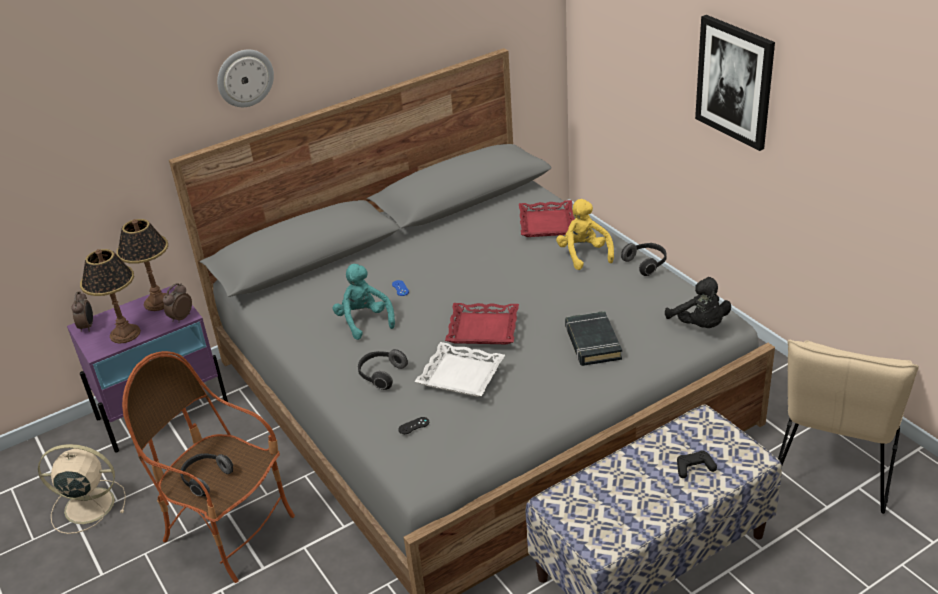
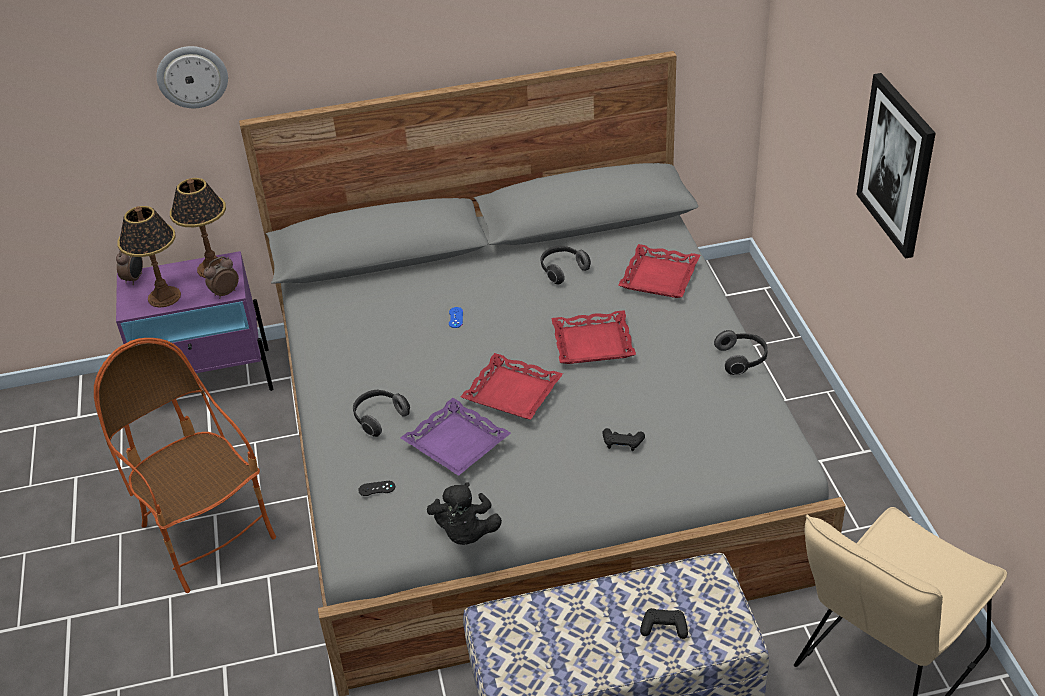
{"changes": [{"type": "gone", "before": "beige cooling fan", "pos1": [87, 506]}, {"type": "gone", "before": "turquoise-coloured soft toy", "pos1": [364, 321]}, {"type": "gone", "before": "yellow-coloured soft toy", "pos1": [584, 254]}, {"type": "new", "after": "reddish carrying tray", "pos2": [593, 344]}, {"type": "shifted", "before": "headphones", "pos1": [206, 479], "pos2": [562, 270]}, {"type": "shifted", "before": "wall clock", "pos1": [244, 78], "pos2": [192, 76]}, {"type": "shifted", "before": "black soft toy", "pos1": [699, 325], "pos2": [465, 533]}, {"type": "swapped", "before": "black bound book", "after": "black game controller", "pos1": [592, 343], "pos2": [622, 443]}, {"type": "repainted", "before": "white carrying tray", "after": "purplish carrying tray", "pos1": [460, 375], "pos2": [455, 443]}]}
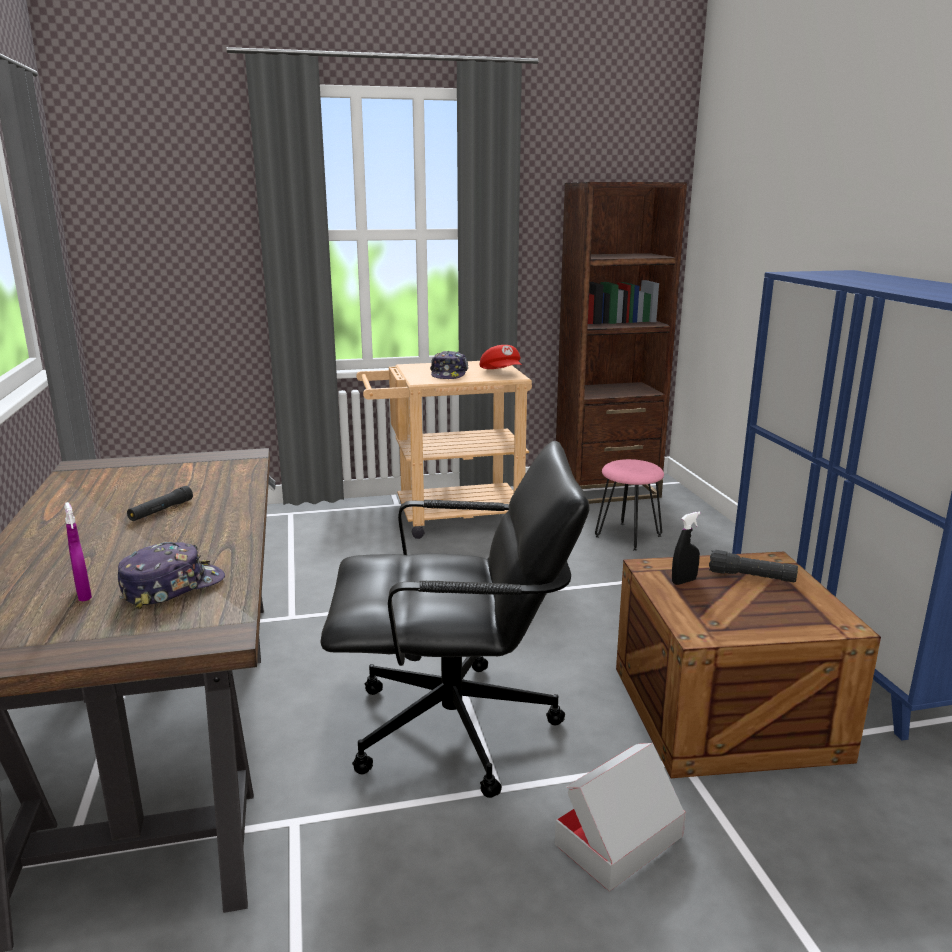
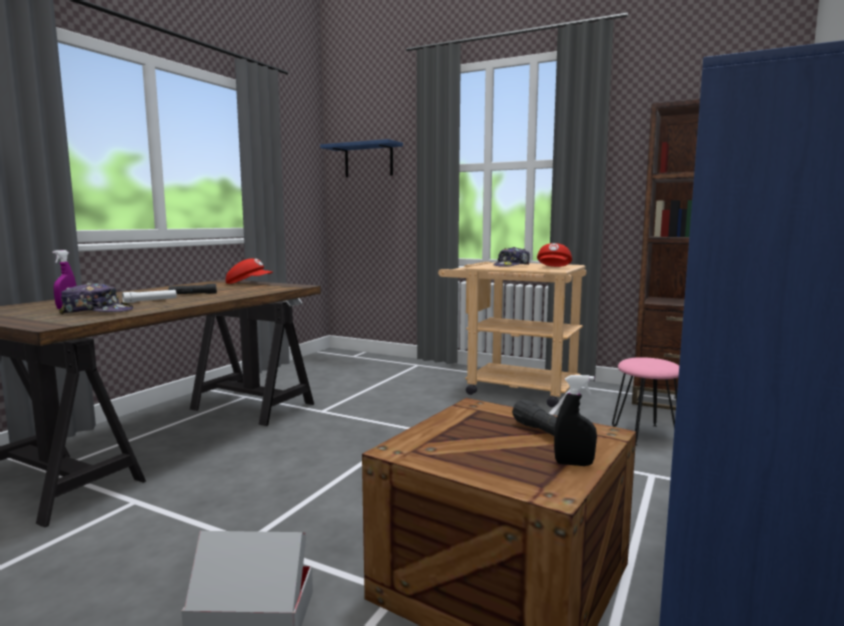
{"changes": [{"type": "gone", "before": "black computer chair", "pos1": [456, 729]}, {"type": "new", "after": "white hand torch", "pos2": [150, 301]}, {"type": "new", "after": "reddish peaked cap", "pos2": [249, 284]}, {"type": "new", "after": "blue-coloured wall shelf", "pos2": [368, 160]}, {"type": "shifted", "before": "black hand sprayer", "pos1": [684, 581], "pos2": [574, 464]}]}
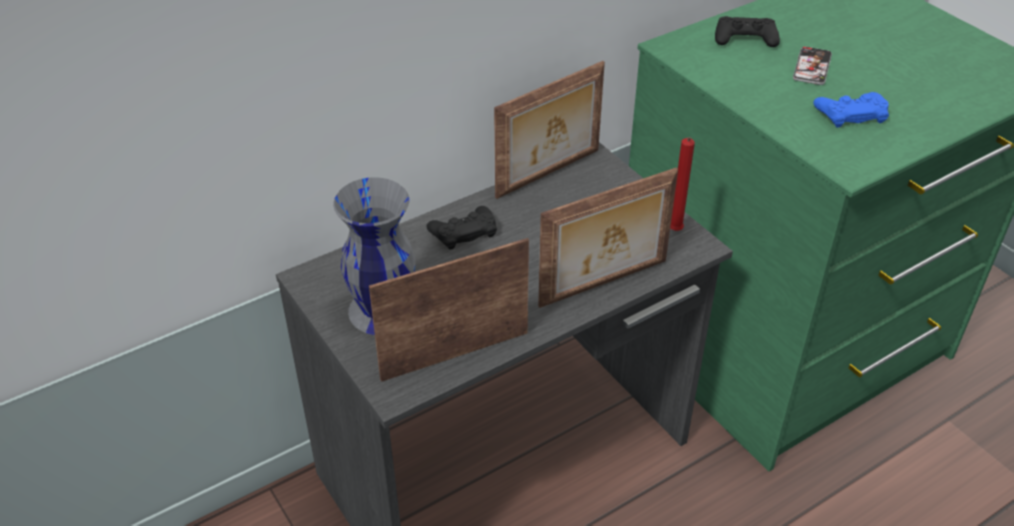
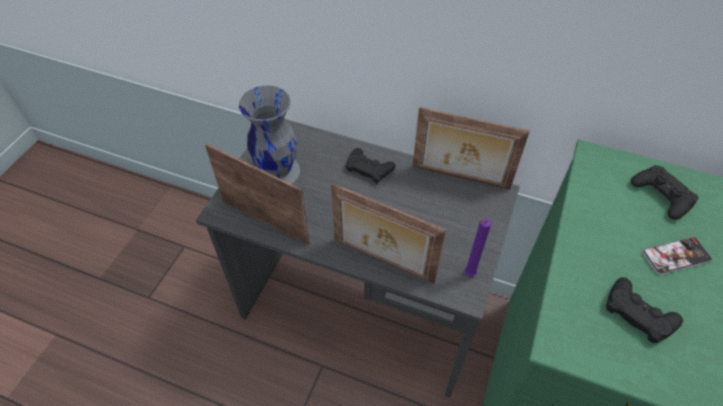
{"changes": [{"type": "repainted", "before": "reddish candle", "after": "purplish candle", "pos1": [674, 232], "pos2": [468, 274]}, {"type": "repainted", "before": "blue-coloured game controller", "after": "black game controller", "pos1": [851, 114], "pos2": [638, 313]}]}
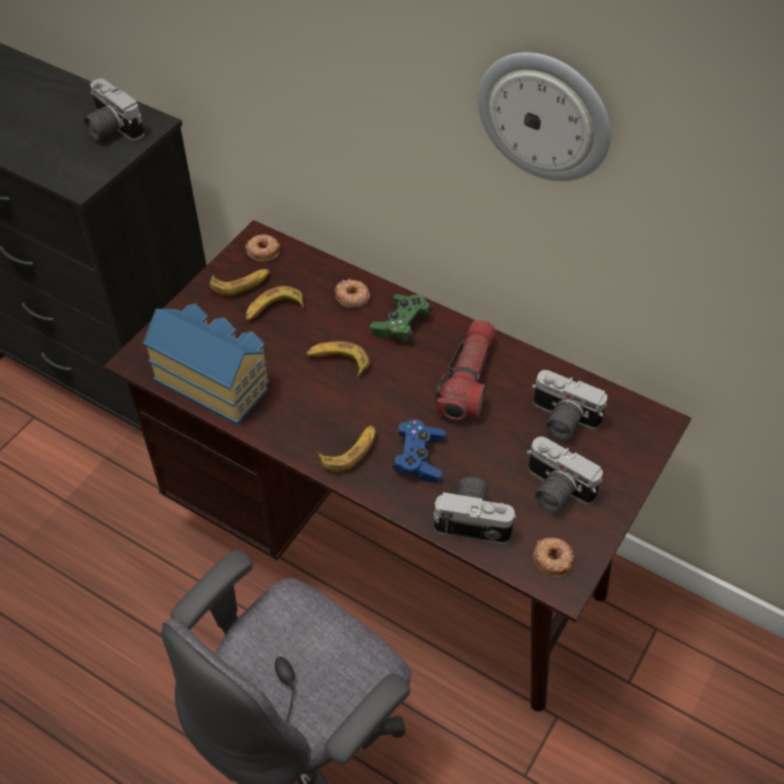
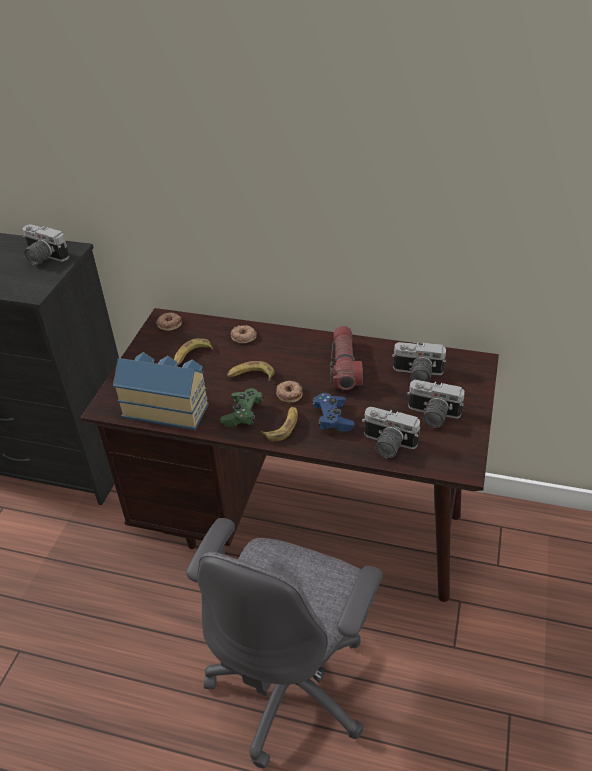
{"changes": [{"type": "gone", "before": "whole banana", "pos1": [241, 284]}, {"type": "gone", "before": "wall clock", "pos1": [545, 116]}, {"type": "shifted", "before": "green-coloured game controller", "pos1": [401, 325], "pos2": [243, 414]}, {"type": "shifted", "before": "doughnut", "pos1": [553, 559], "pos2": [289, 393]}, {"type": "rotated", "before": "still camera", "pos1": [474, 518], "pos2": [387, 445], "turn": -150}]}
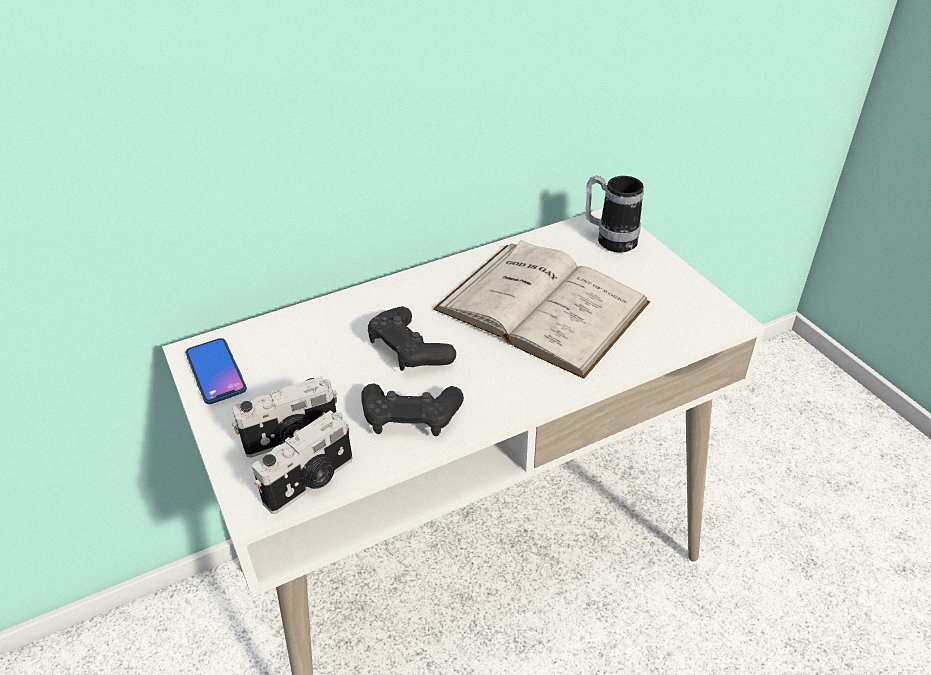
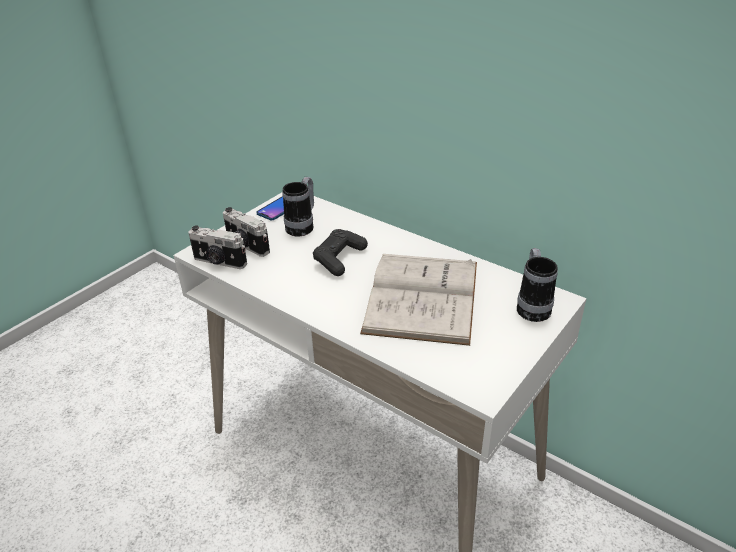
{"changes": [{"type": "gone", "before": "black game controller", "pos1": [411, 418]}, {"type": "new", "after": "tea mug", "pos2": [303, 226]}]}
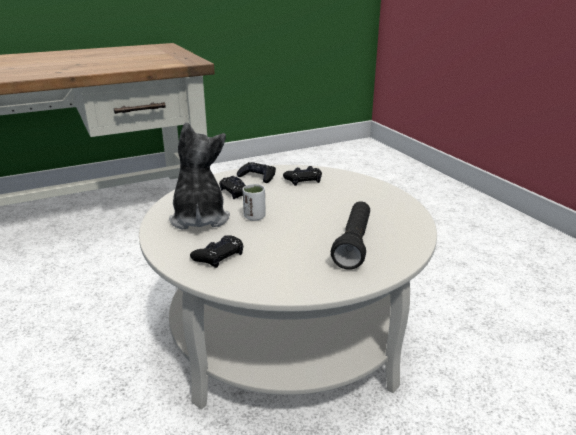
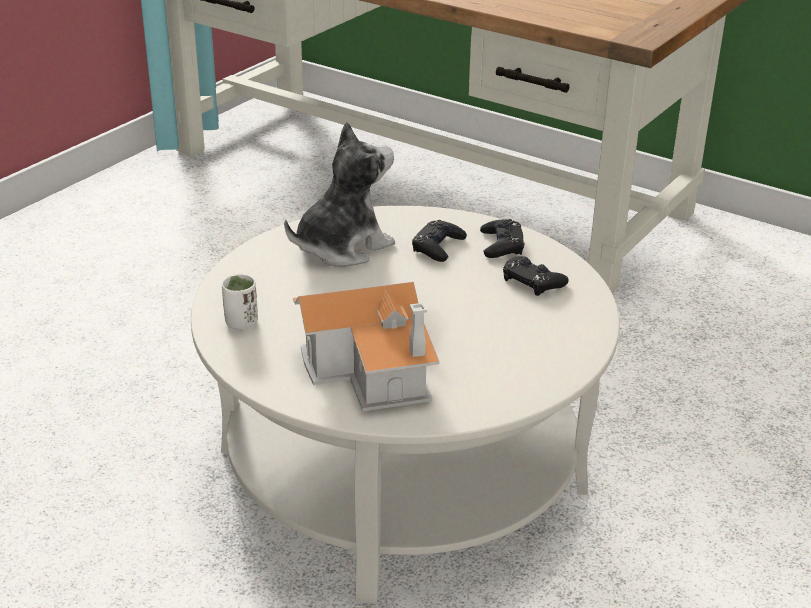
{"changes": [{"type": "gone", "before": "black game controller", "pos1": [218, 255]}, {"type": "shifted", "before": "white drinking cup", "pos1": [254, 217], "pos2": [241, 323]}, {"type": "swapped", "before": "black hand torch", "after": "model house", "pos1": [353, 244], "pos2": [373, 369]}]}
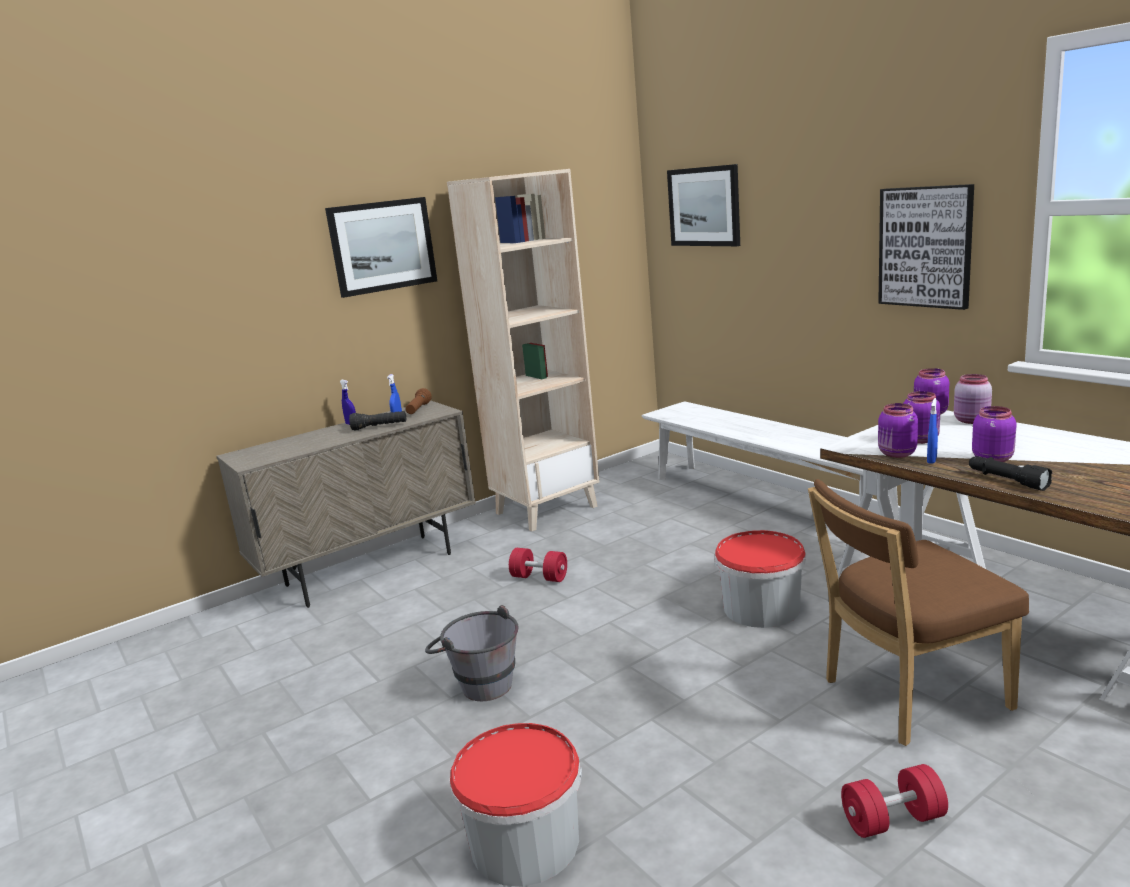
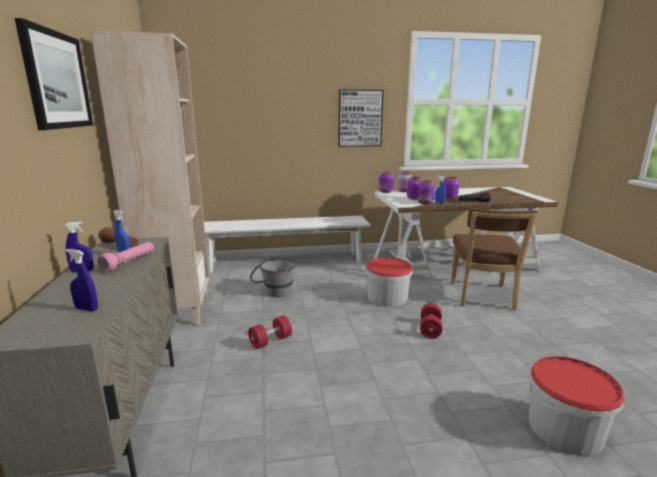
{"changes": [{"type": "gone", "before": "wall picture", "pos1": [704, 206]}, {"type": "new", "after": "blue-coloured hand sprayer", "pos2": [86, 309]}, {"type": "shifted", "before": "gray water bucket", "pos1": [479, 683], "pos2": [273, 293]}, {"type": "shifted", "before": "reddish free weight", "pos1": [893, 820], "pos2": [430, 329]}, {"type": "repainted", "before": "black hand torch", "after": "pink hand torch", "pos1": [379, 427], "pos2": [129, 263]}]}
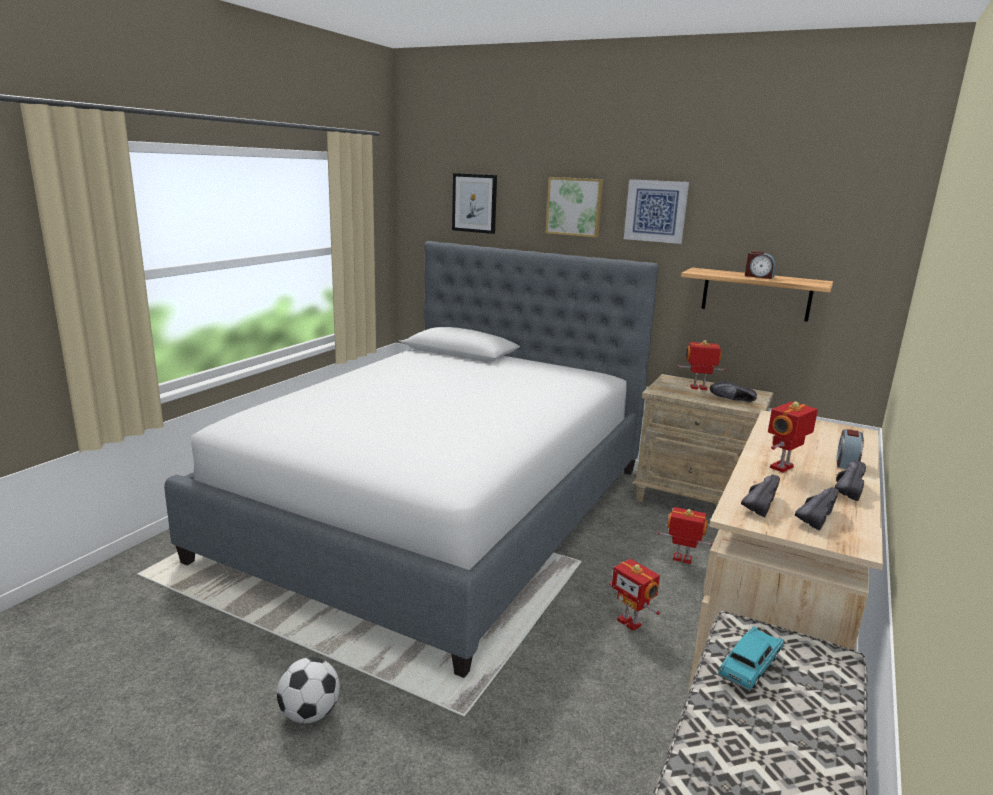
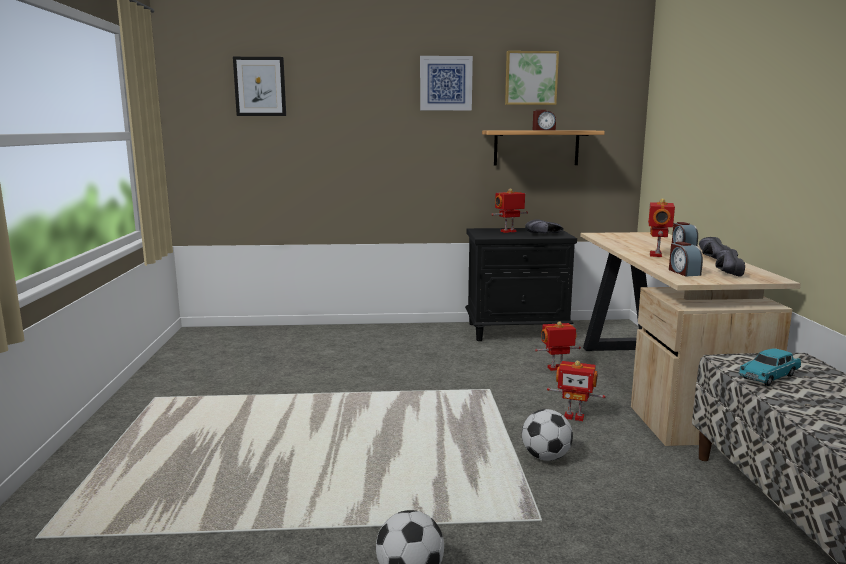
{"changes": [{"type": "gone", "before": "bedroom bed", "pos1": [441, 510]}, {"type": "new", "after": "football ball", "pos2": [546, 457]}, {"type": "shifted", "before": "wall picture", "pos1": [574, 206], "pos2": [530, 78]}, {"type": "swapped", "before": "black shoe", "after": "table clock", "pos1": [757, 503], "pos2": [683, 272]}, {"type": "repainted", "before": "beige bedside table", "after": "black bedside table", "pos1": [694, 500], "pos2": [517, 331]}, {"type": "rotated", "before": "turquoise-coloured model car", "pos1": [749, 667], "pos2": [769, 377], "turn": -135}]}
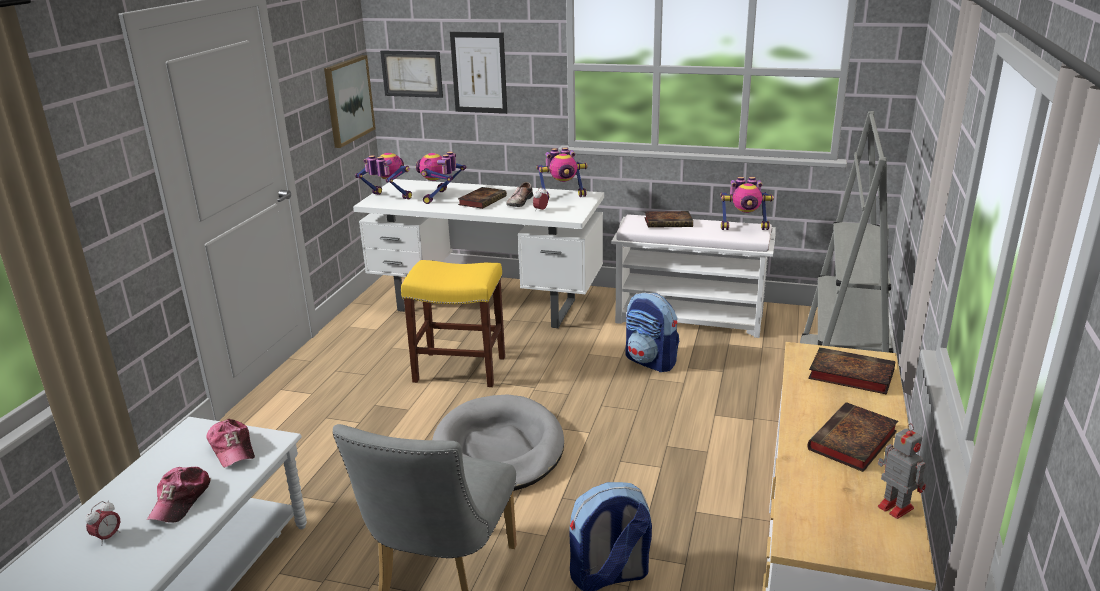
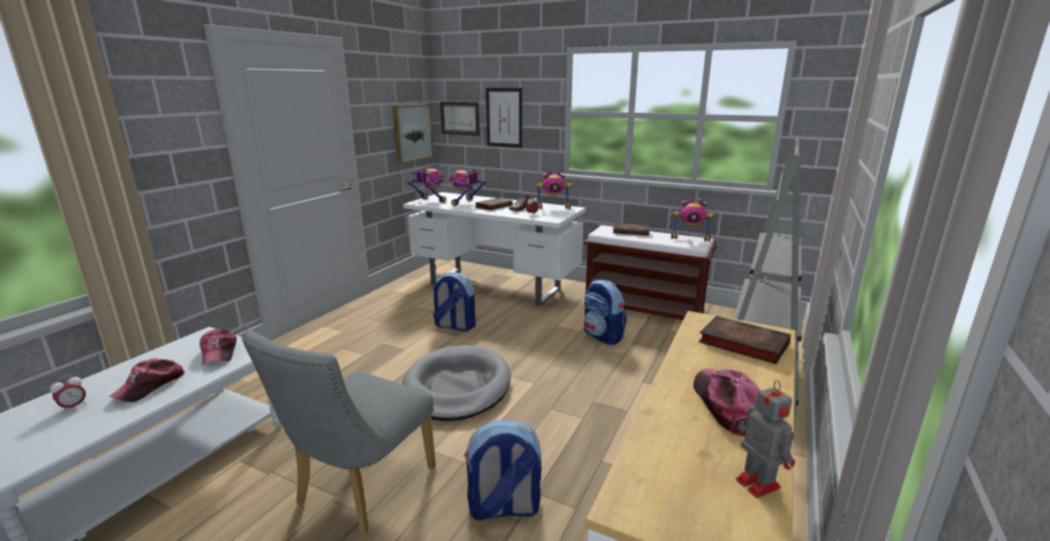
{"changes": [{"type": "swapped", "before": "yellow-coloured stool seat", "after": "knapsack", "pos1": [458, 369], "pos2": [454, 326]}, {"type": "swapped", "before": "bound book", "after": "peaked cap", "pos1": [852, 442], "pos2": [726, 405]}, {"type": "repainted", "before": "white bench", "after": "brownish bench", "pos1": [690, 318], "pos2": [644, 309]}]}
